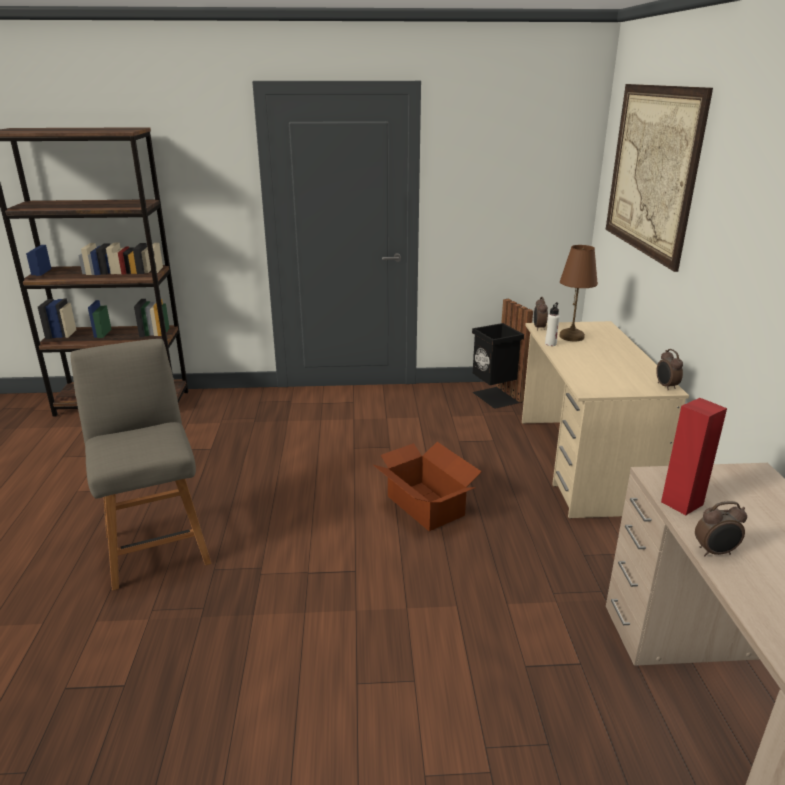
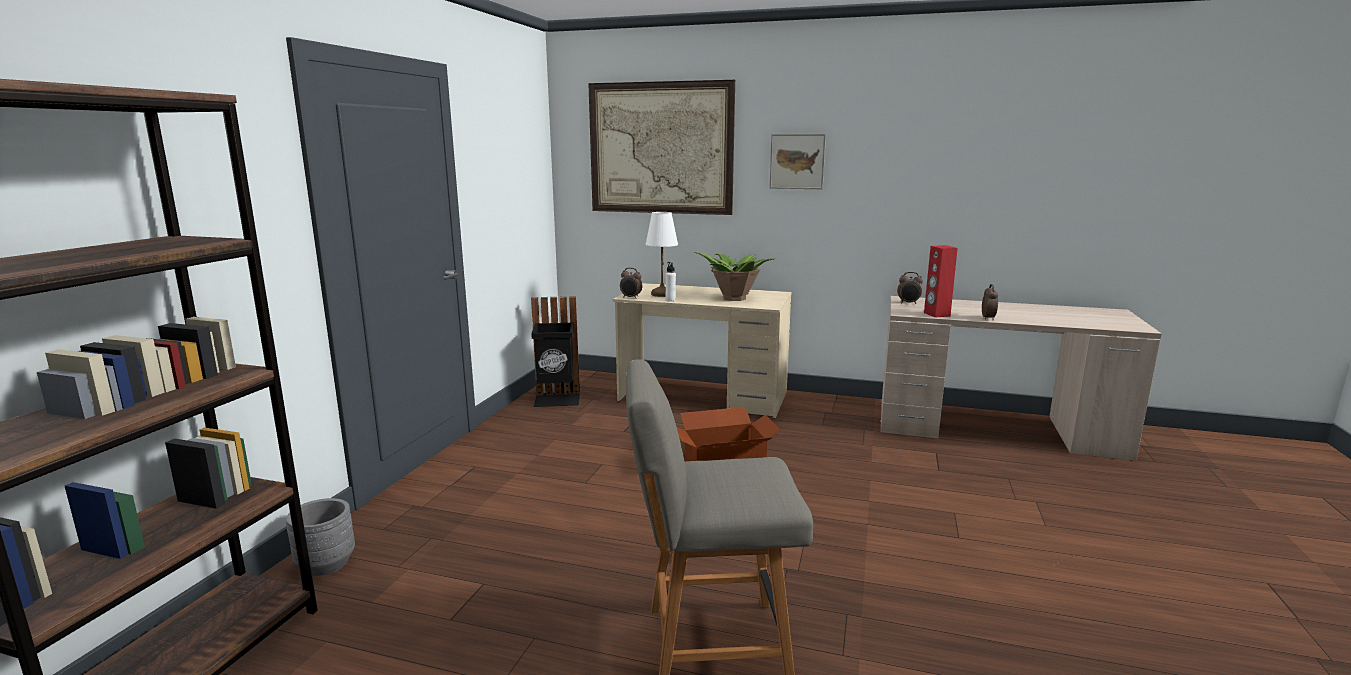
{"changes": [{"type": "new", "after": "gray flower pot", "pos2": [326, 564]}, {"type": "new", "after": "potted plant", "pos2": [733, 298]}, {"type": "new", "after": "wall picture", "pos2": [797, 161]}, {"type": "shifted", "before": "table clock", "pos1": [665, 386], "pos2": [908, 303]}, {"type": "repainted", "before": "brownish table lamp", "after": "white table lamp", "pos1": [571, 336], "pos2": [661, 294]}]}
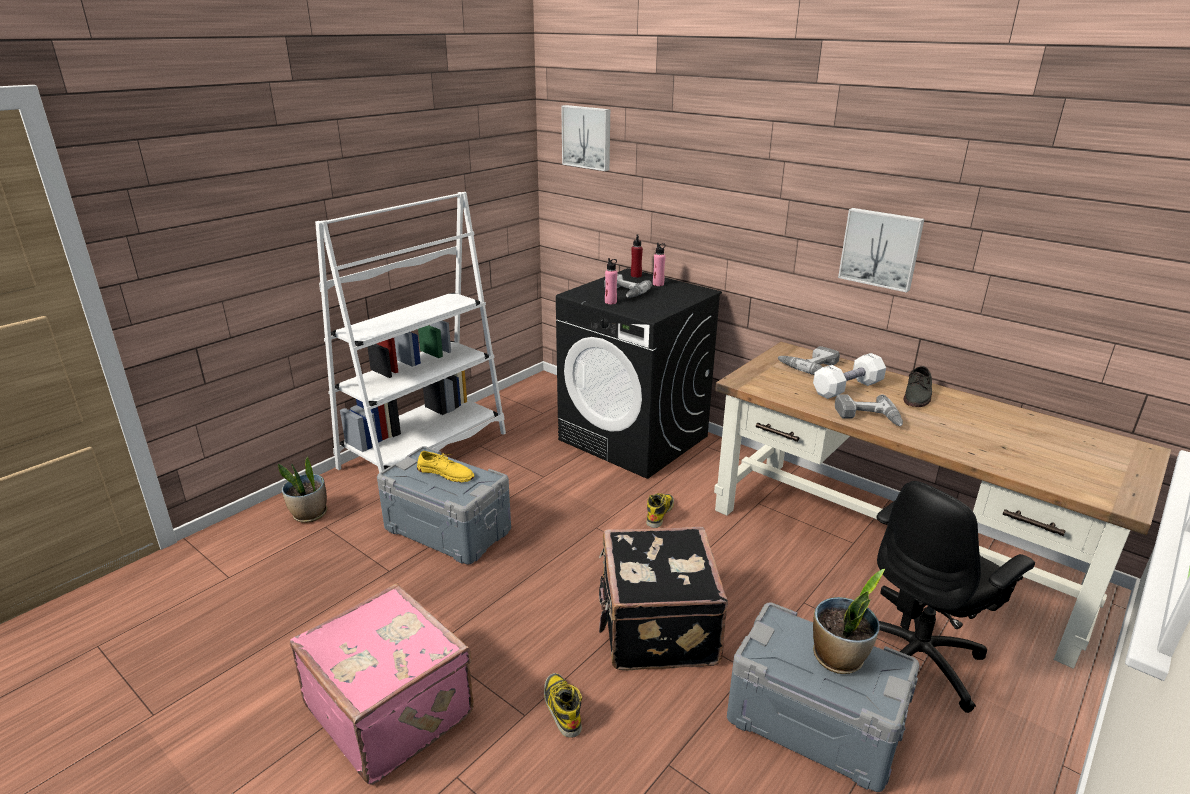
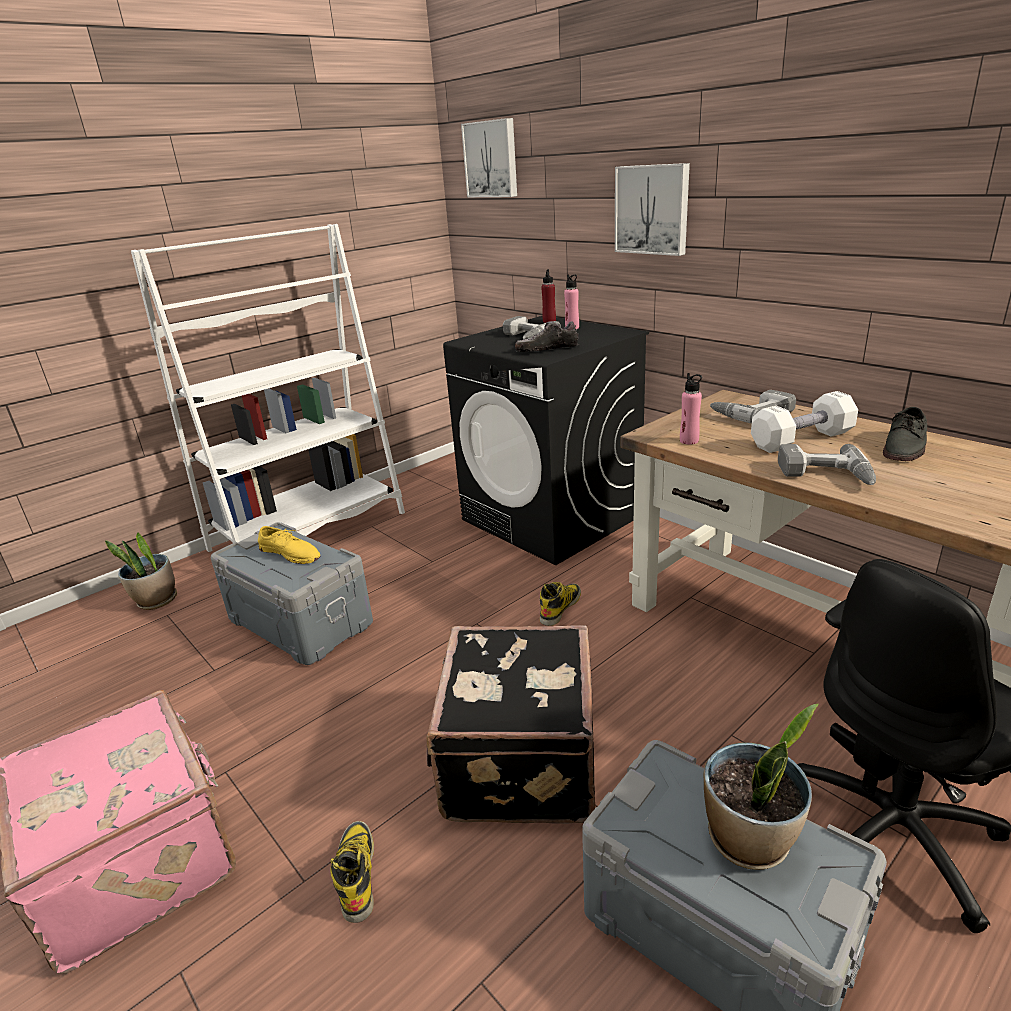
{"changes": [{"type": "new", "after": "shoe", "pos2": [546, 349]}, {"type": "shifted", "before": "pink beverage bottle", "pos1": [610, 302], "pos2": [689, 441]}, {"type": "shifted", "before": "wall picture", "pos1": [881, 248], "pos2": [652, 209]}]}
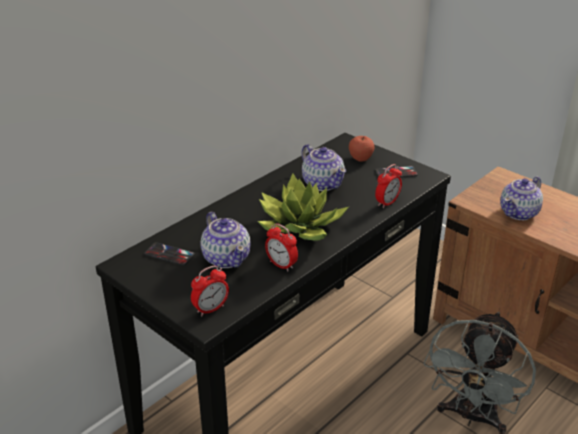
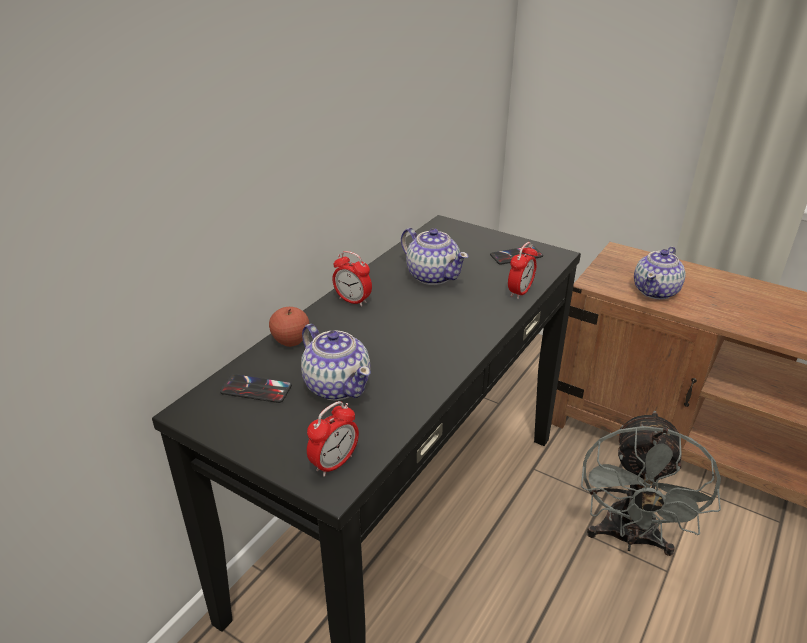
{"changes": [{"type": "gone", "before": "potted plant", "pos1": [300, 227]}, {"type": "shifted", "before": "table clock", "pos1": [281, 265], "pos2": [353, 301]}, {"type": "shifted", "before": "whole apple", "pos1": [360, 158], "pos2": [291, 341]}]}
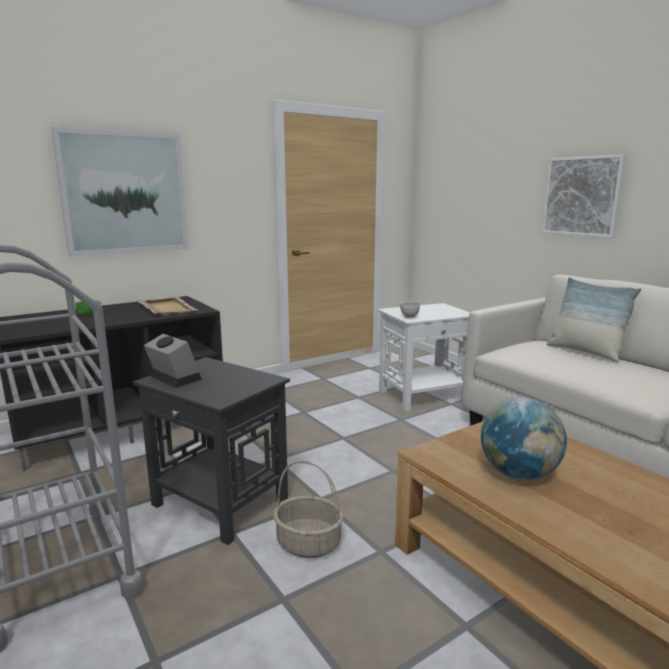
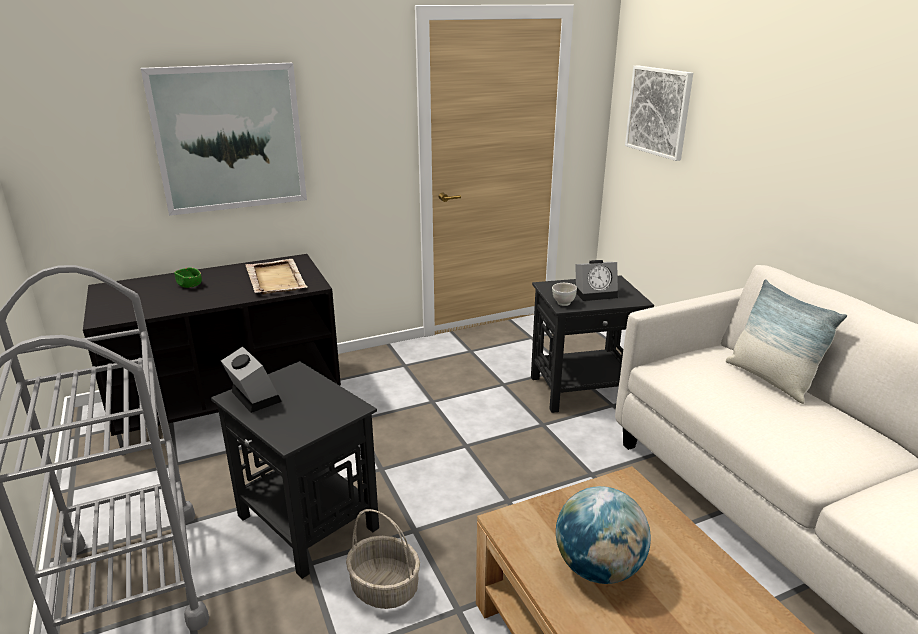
{"changes": [{"type": "new", "after": "table clock", "pos2": [596, 293]}, {"type": "shifted", "before": "wall picture", "pos1": [582, 196], "pos2": [659, 111]}, {"type": "repainted", "before": "white accent table", "after": "black accent table", "pos1": [423, 396], "pos2": [583, 389]}]}
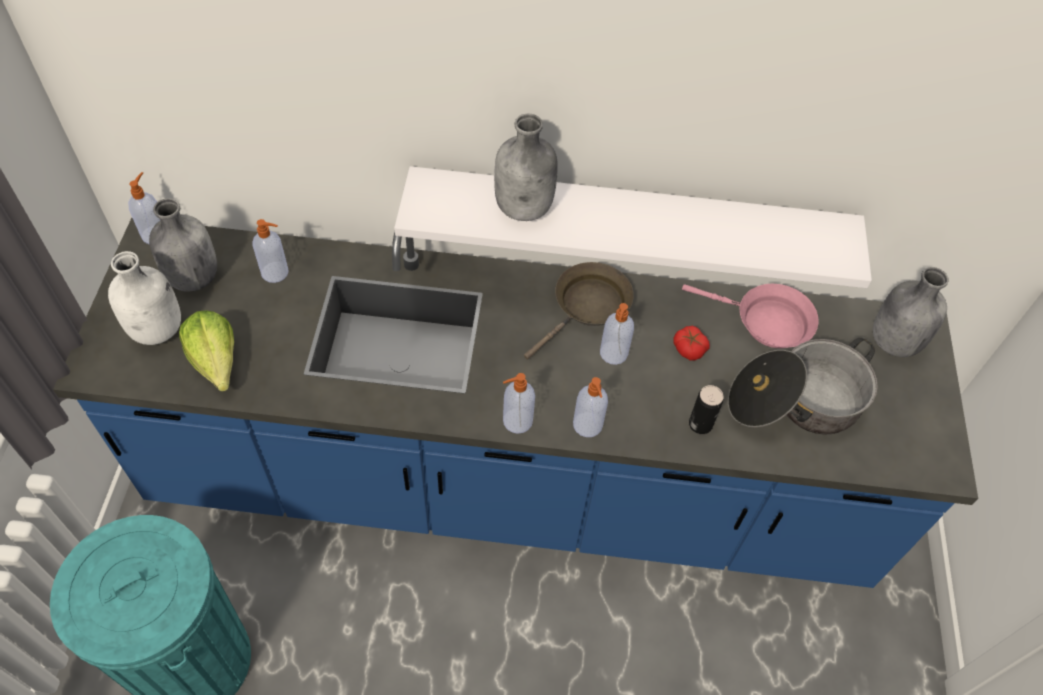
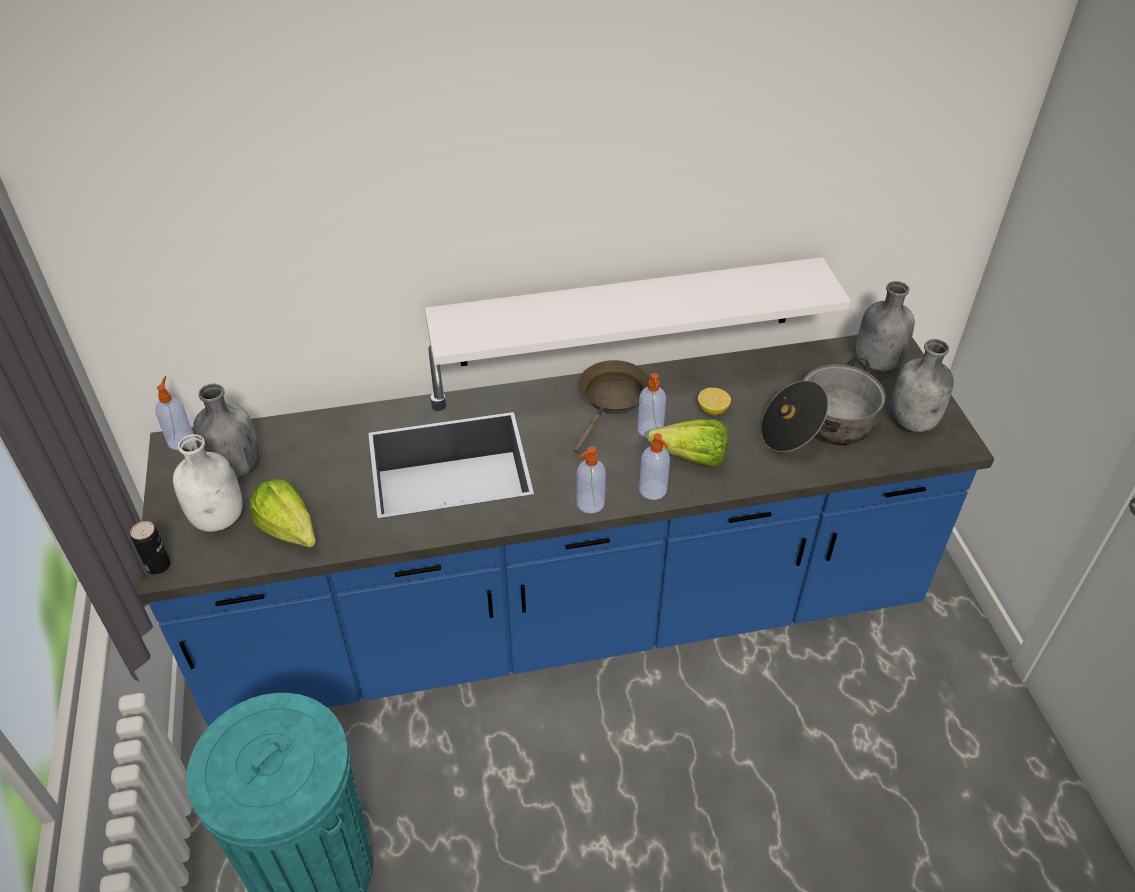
{"changes": [{"type": "gone", "before": "soap bottle", "pos1": [276, 272]}, {"type": "gone", "before": "pink pan", "pos1": [766, 322]}, {"type": "new", "after": "lettuce head", "pos2": [685, 456]}, {"type": "shifted", "before": "gray beverage bottle", "pos1": [525, 208], "pos2": [913, 421]}, {"type": "shifted", "before": "can", "pos1": [700, 424], "pos2": [158, 565]}, {"type": "swapped", "before": "tomato", "after": "whole lemon", "pos1": [689, 349], "pos2": [712, 410]}]}
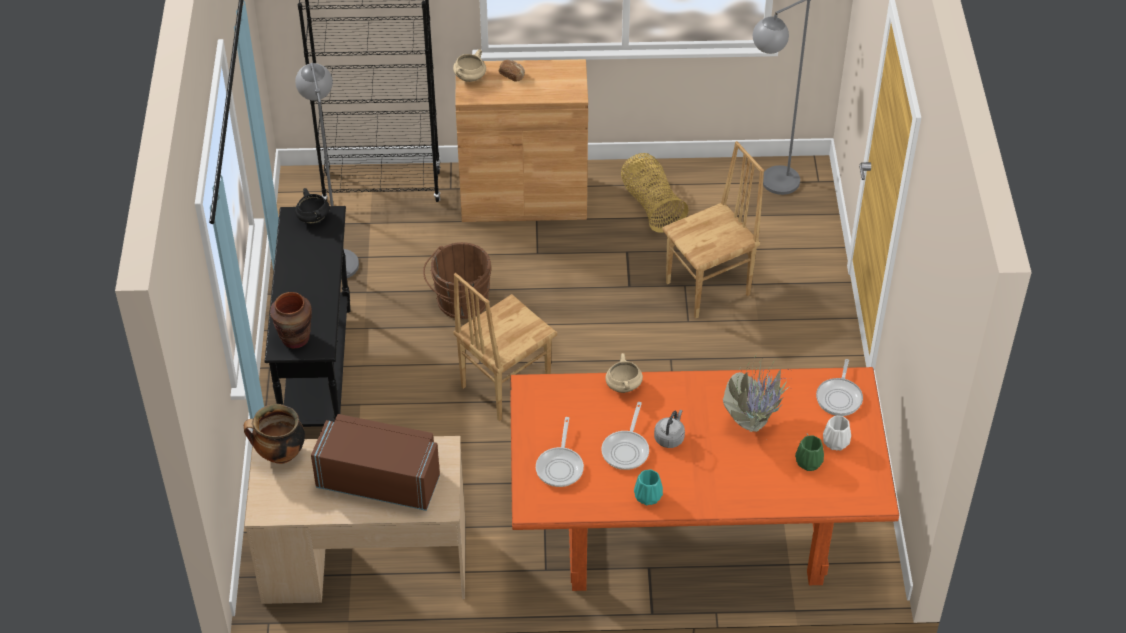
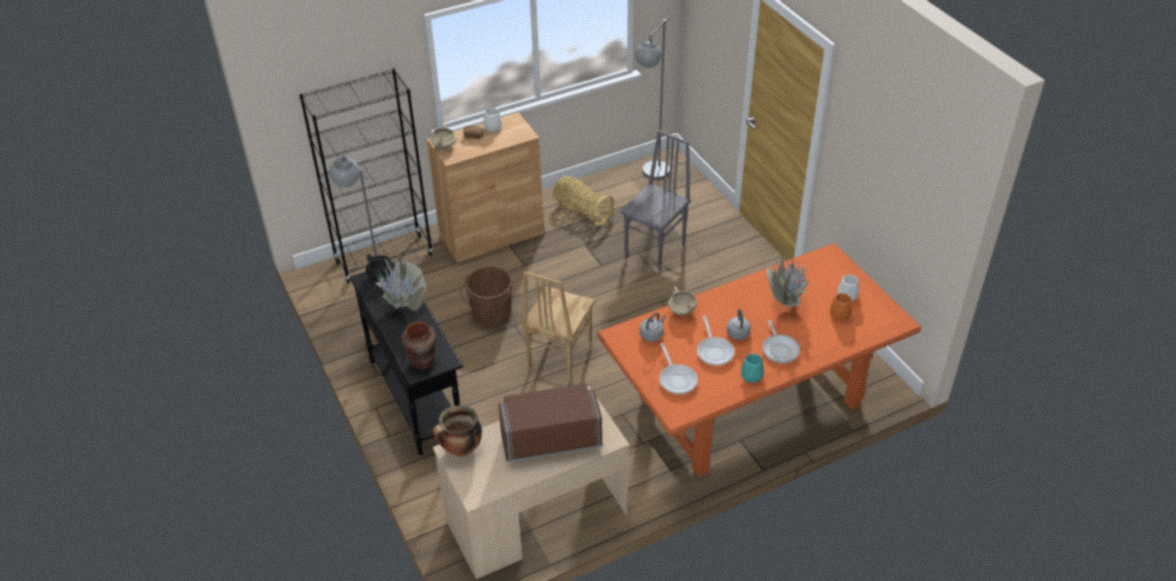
{"changes": [{"type": "new", "after": "potted plant", "pos2": [404, 308]}, {"type": "new", "after": "white vase", "pos2": [493, 127]}, {"type": "new", "after": "gray kettle", "pos2": [652, 335]}, {"type": "shifted", "before": "pan", "pos1": [839, 397], "pos2": [779, 349]}, {"type": "repainted", "before": "brownish upright chair", "after": "gray upright chair", "pos1": [709, 289], "pos2": [656, 249]}, {"type": "repainted", "before": "green-coloured vase", "after": "orangey vase", "pos1": [809, 462], "pos2": [840, 315]}]}
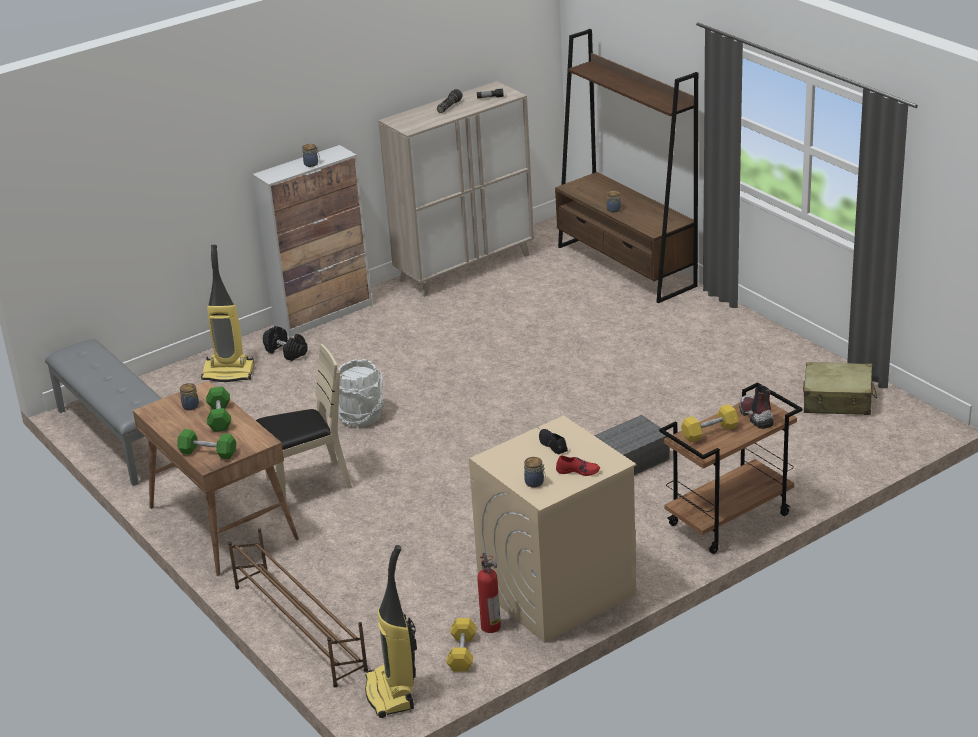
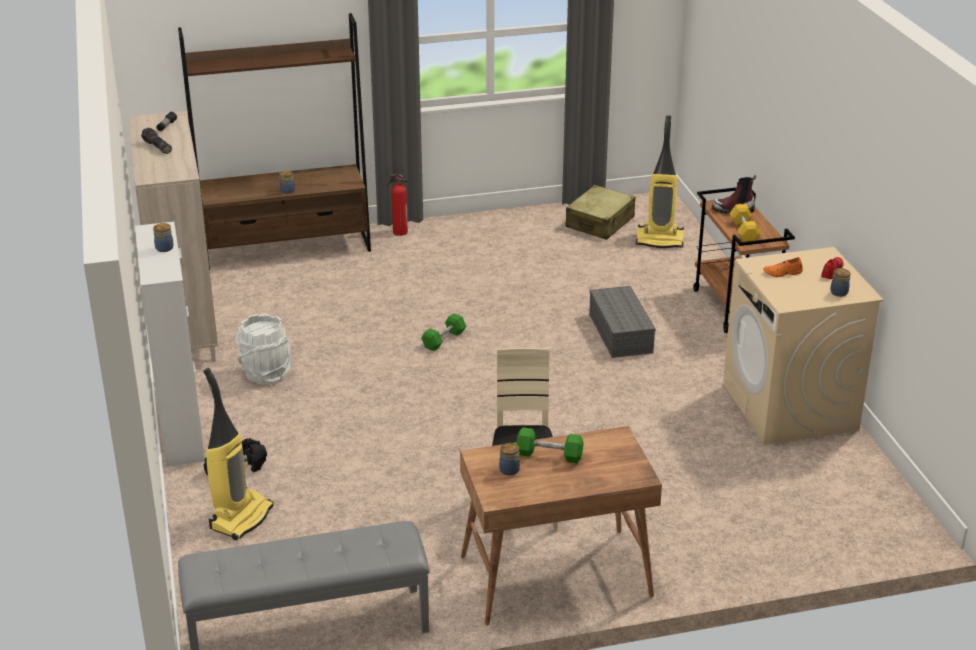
{"changes": [{"type": "gone", "before": "brownish shoe shelf", "pos1": [299, 627]}, {"type": "gone", "before": "yellow-coloured free weight", "pos1": [462, 653]}, {"type": "shifted", "before": "green-coloured free weight", "pos1": [208, 453], "pos2": [444, 339]}, {"type": "shifted", "before": "white water bucket", "pos1": [361, 416], "pos2": [265, 373]}, {"type": "shifted", "before": "vacuum", "pos1": [392, 693], "pos2": [660, 240]}, {"type": "shifted", "before": "fire extinguisher", "pos1": [490, 625], "pos2": [399, 232]}, {"type": "repainted", "before": "black shoe", "after": "orangey shoe", "pos1": [552, 444], "pos2": [782, 273]}]}
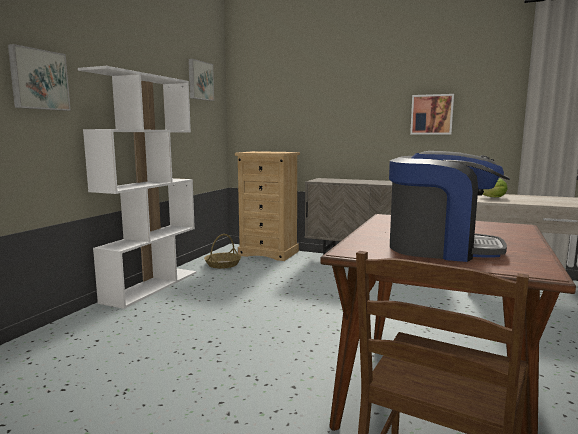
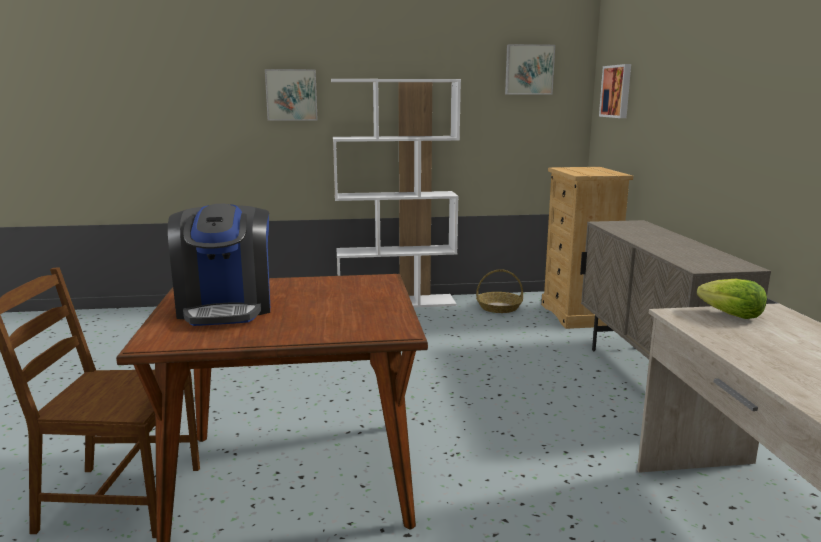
{"changes": [{"type": "shifted", "before": "wall picture", "pos1": [432, 114], "pos2": [617, 91]}]}
